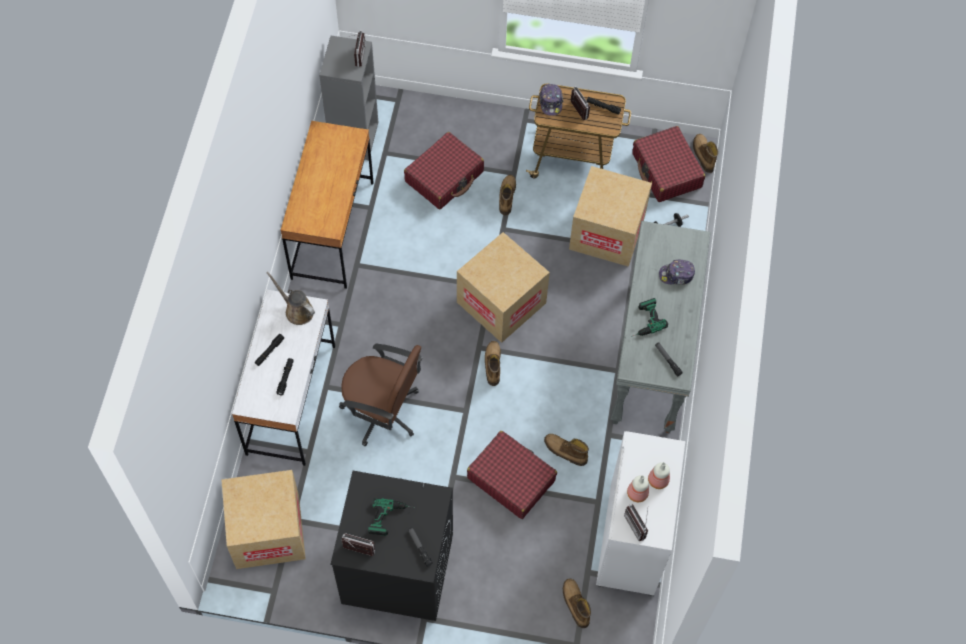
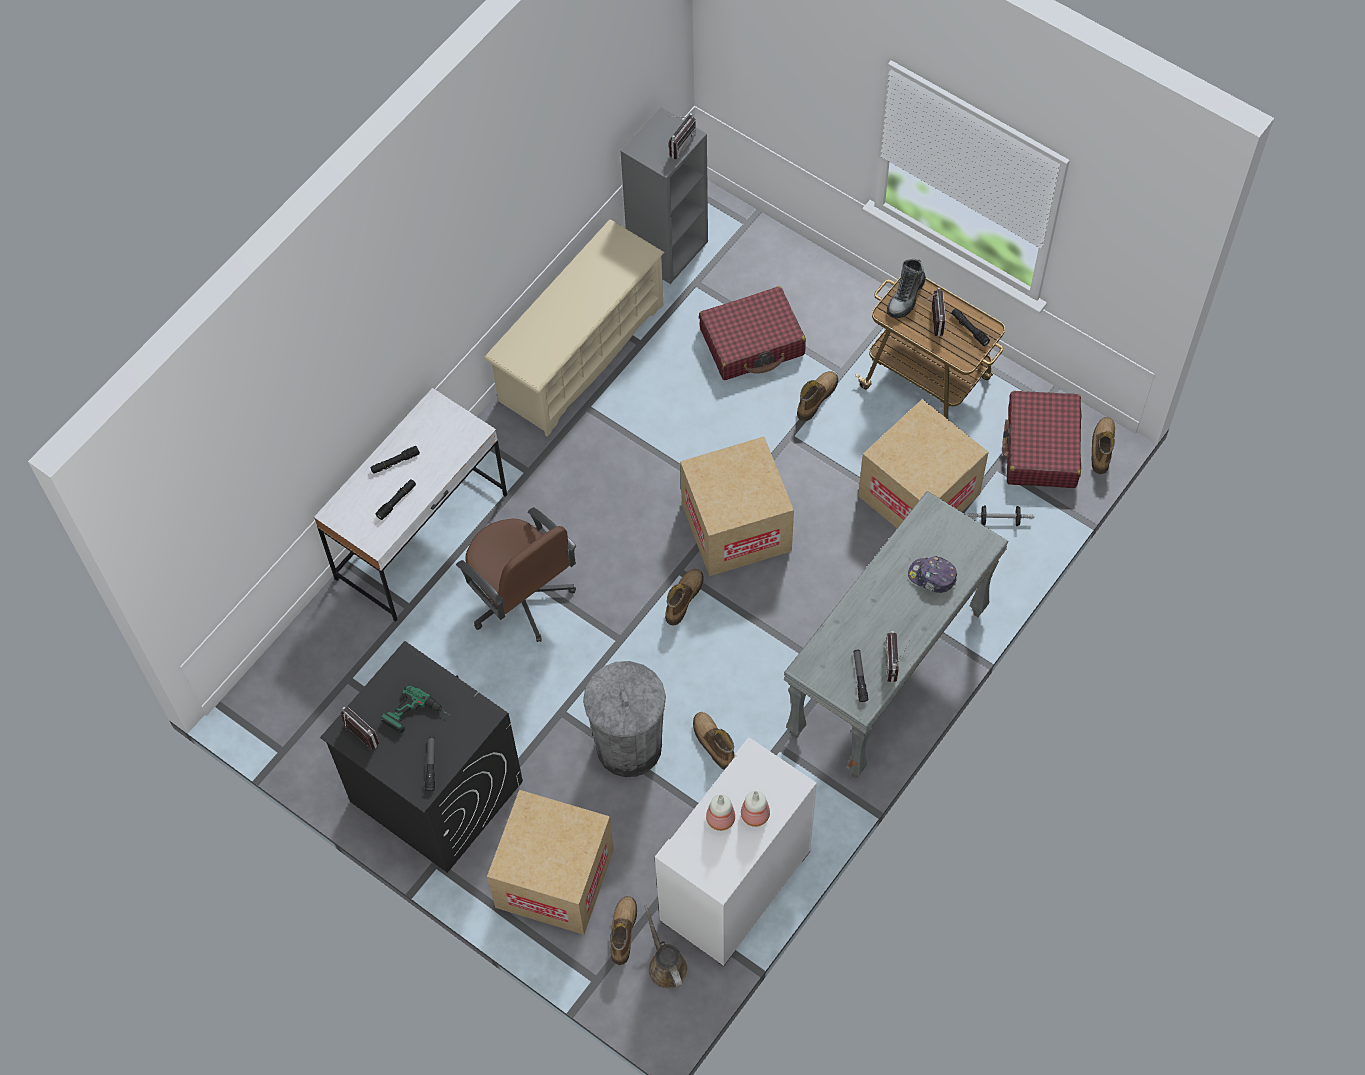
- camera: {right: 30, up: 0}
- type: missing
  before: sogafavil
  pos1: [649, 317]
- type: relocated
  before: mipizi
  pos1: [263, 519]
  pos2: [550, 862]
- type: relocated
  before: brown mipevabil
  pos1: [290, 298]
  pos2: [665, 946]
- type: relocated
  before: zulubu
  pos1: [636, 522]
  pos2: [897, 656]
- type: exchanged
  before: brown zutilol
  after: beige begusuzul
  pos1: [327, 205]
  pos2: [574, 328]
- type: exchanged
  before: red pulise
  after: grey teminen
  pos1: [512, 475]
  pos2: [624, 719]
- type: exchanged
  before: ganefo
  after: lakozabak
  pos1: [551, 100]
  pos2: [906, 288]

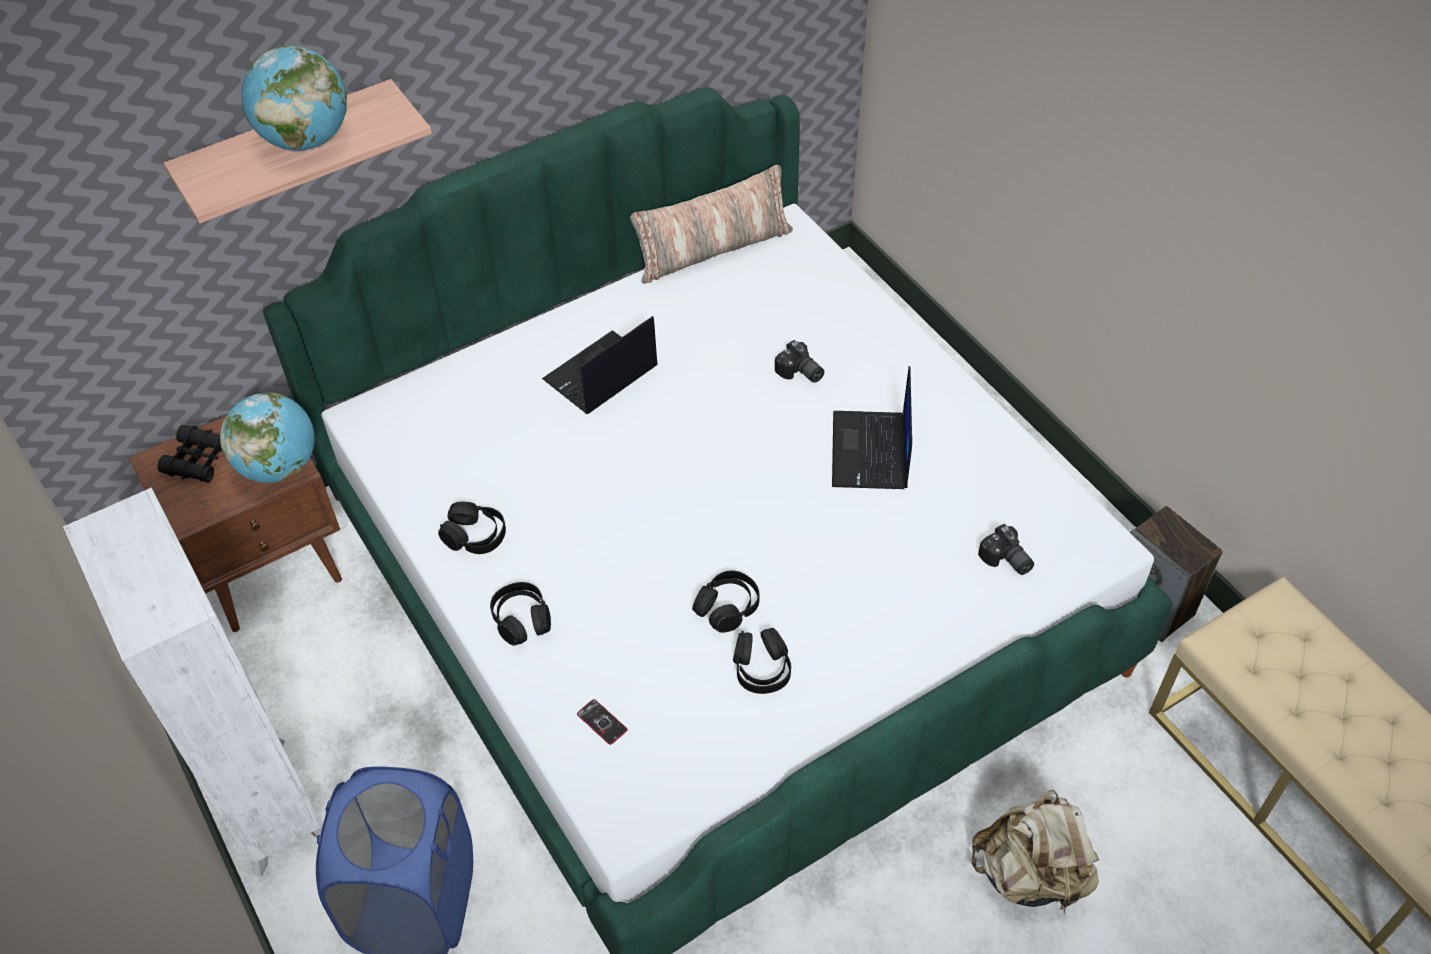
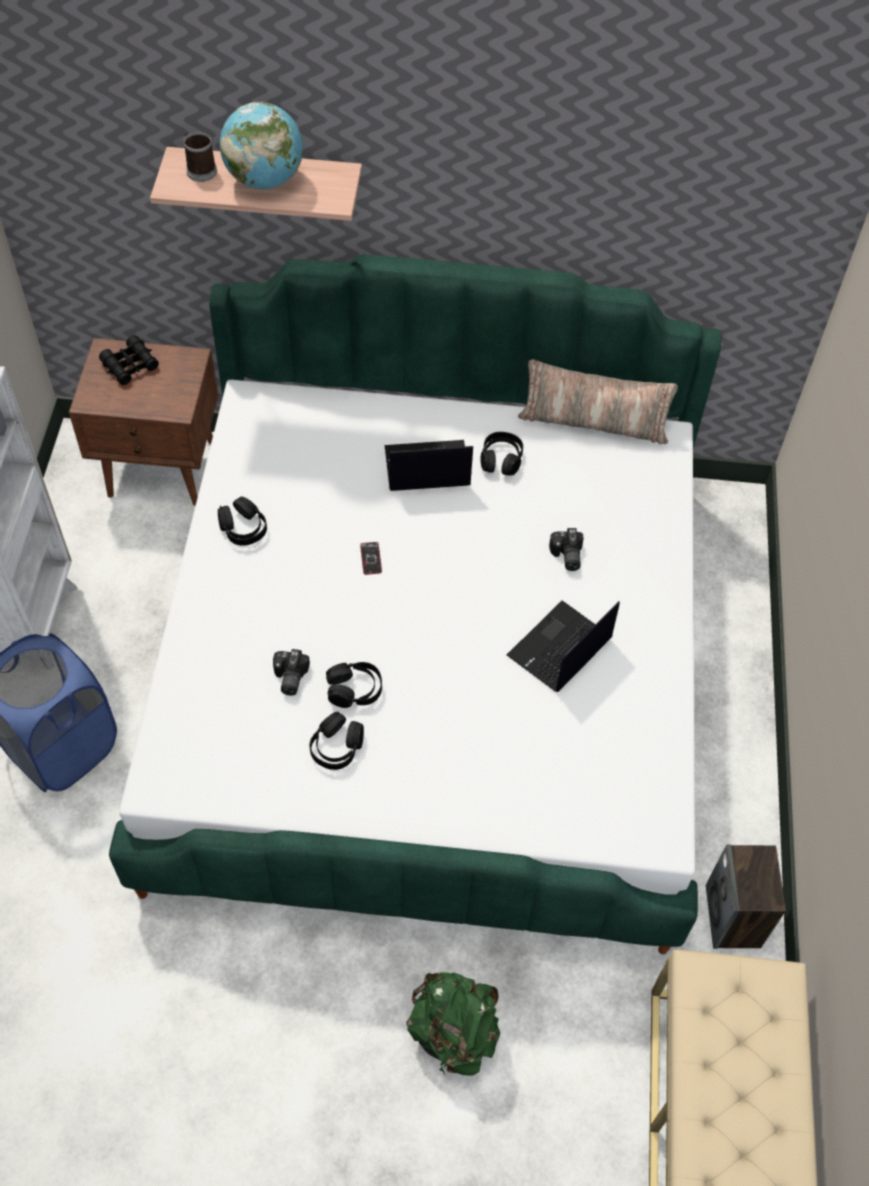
- camera: {right: 35, up: 5}
- type: missing
  before: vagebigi
  pos1: [267, 438]
- type: appeared
  after: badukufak
  pos2: [200, 156]
- type: relocated
  before: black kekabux
  pos1: [520, 614]
  pos2: [501, 454]
- type: relocated
  before: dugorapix
  pos1: [602, 722]
  pos2: [371, 558]
- type: relocated
  before: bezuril
  pos1: [1006, 549]
  pos2: [291, 672]
- type: colour
  before: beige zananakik
  after: green zananakik
  pos1: [1035, 851]
  pos2: [453, 1024]

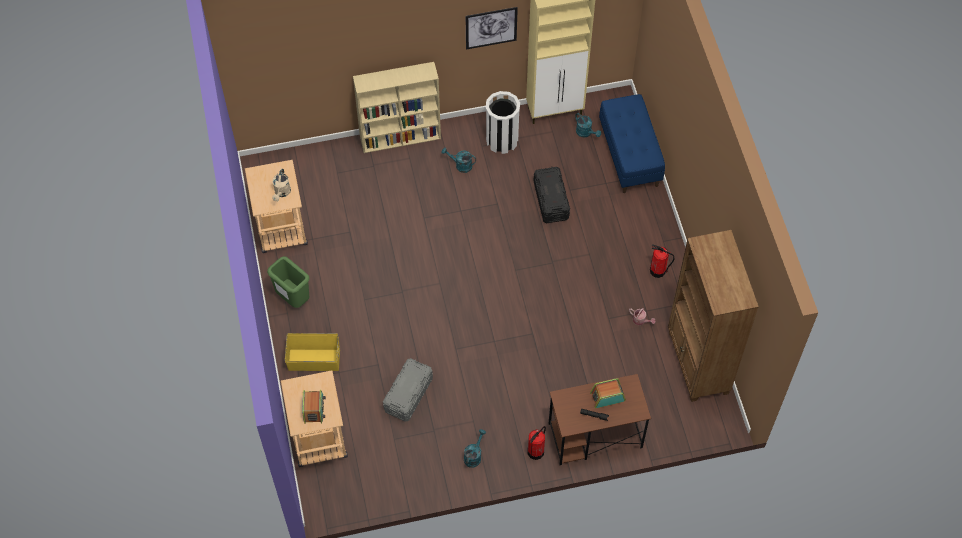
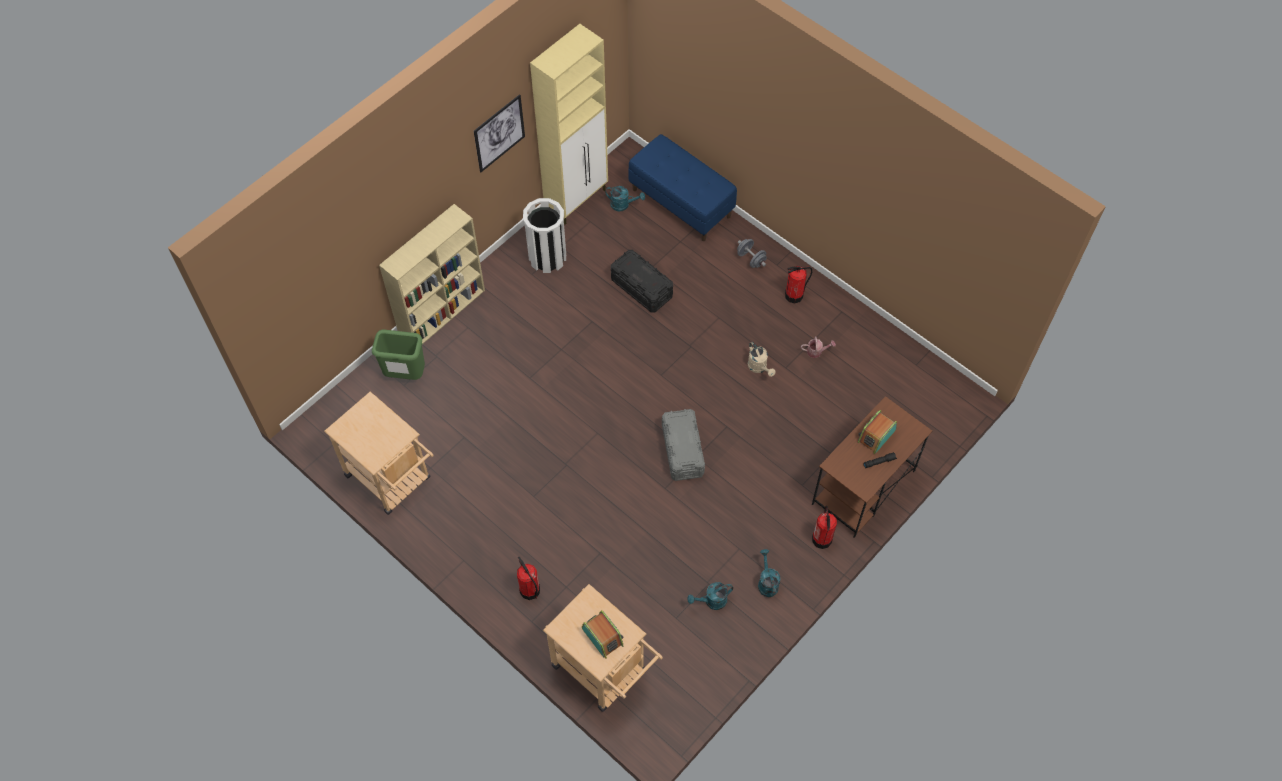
- camera: {right: -35, up: 0}
- type: missing
  before: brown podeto
  pos1: [713, 316]
- type: appeared
  after: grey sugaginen
  pos2: [752, 253]
- type: relocated
  before: green teminen
  pos1: [288, 282]
  pos2: [398, 354]
- type: relocated
  before: beige mipevabil
  pos1: [281, 185]
  pos2: [762, 359]
- type: relocated
  before: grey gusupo
  pos1: [408, 390]
  pos2: [683, 445]
- type: relocated
  before: turquoise mipevabil
  pos1: [459, 160]
  pos2: [710, 596]
- type: exchanged
  before: yellow gusupo
  after: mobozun
  pos1: [312, 352]
  pos2: [528, 578]

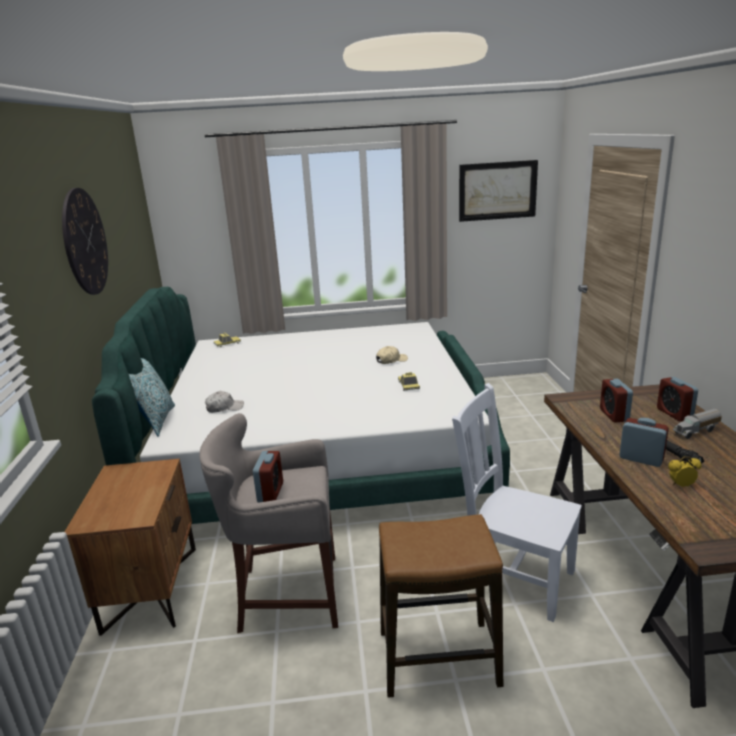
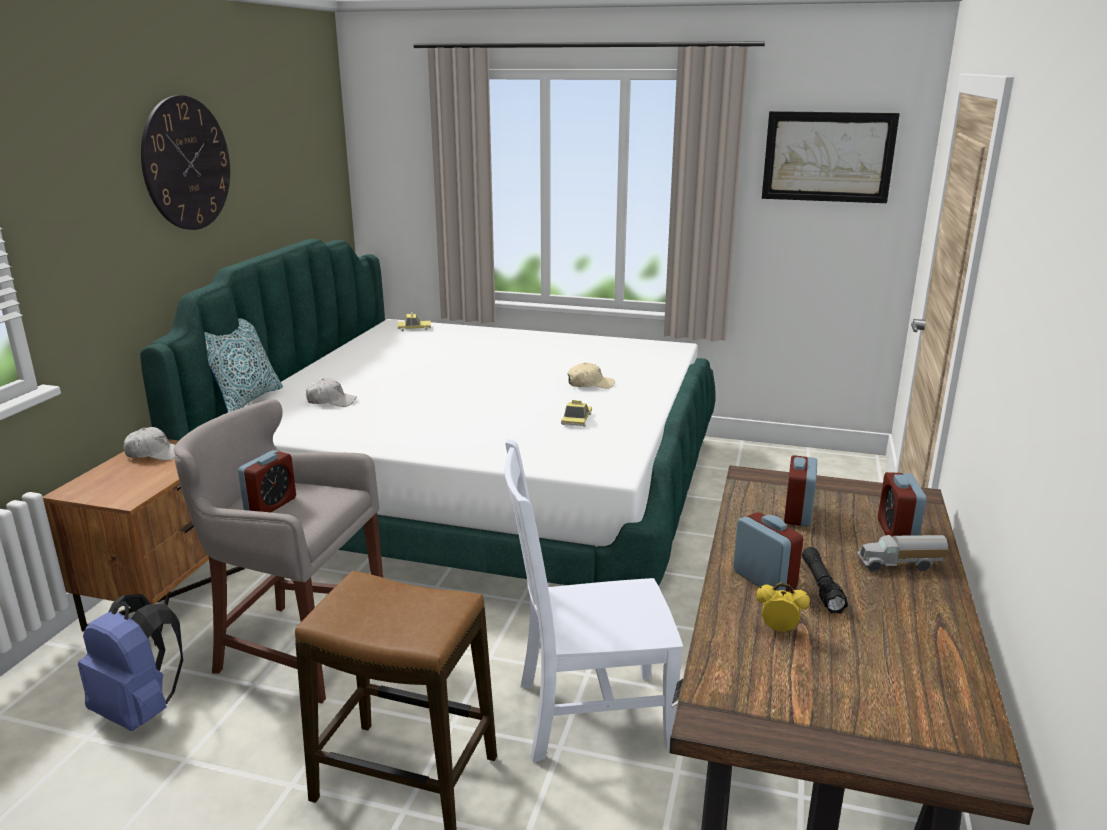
- camera: {right: 20, up: 0}
- type: appeared
  after: blue zananakik
  pos2: [130, 662]
- type: appeared
  after: white ganefo
  pos2: [149, 444]
- type: spun
  before: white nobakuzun
  pos1: [517, 502]
  pos2: [594, 600]
  turn: -60

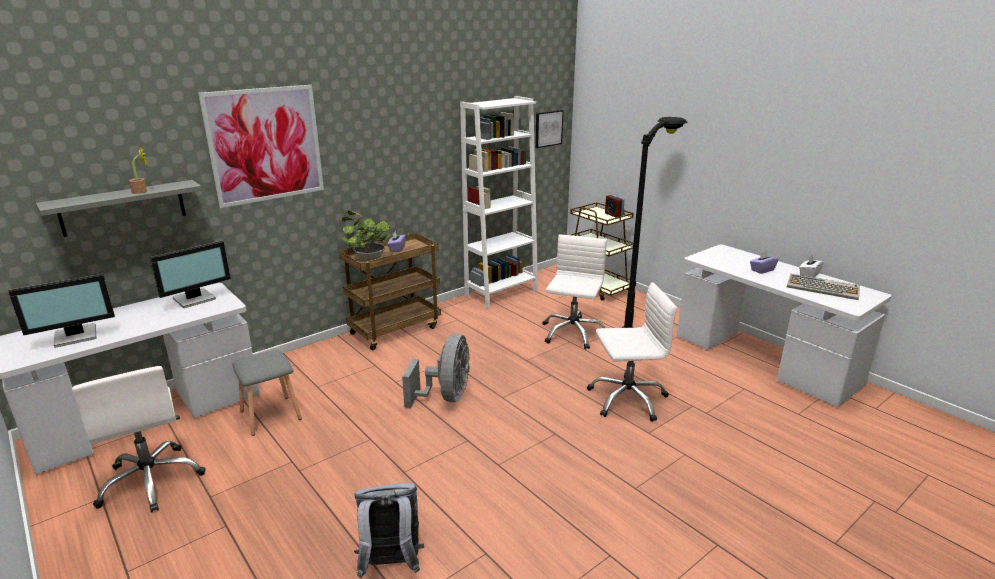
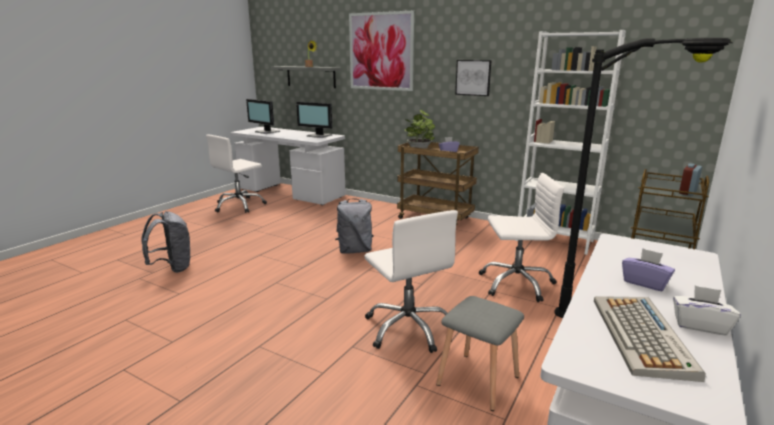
- camera: {right: 70, up: -5}
- type: relocated
  before: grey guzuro
  pos1: [267, 393]
  pos2: [480, 353]
- type: relocated
  before: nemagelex
  pos1: [549, 129]
  pos2: [473, 78]
- type: exchanged
  before: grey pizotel
  after: grey zananakik
  pos1: [436, 371]
  pos2: [354, 226]

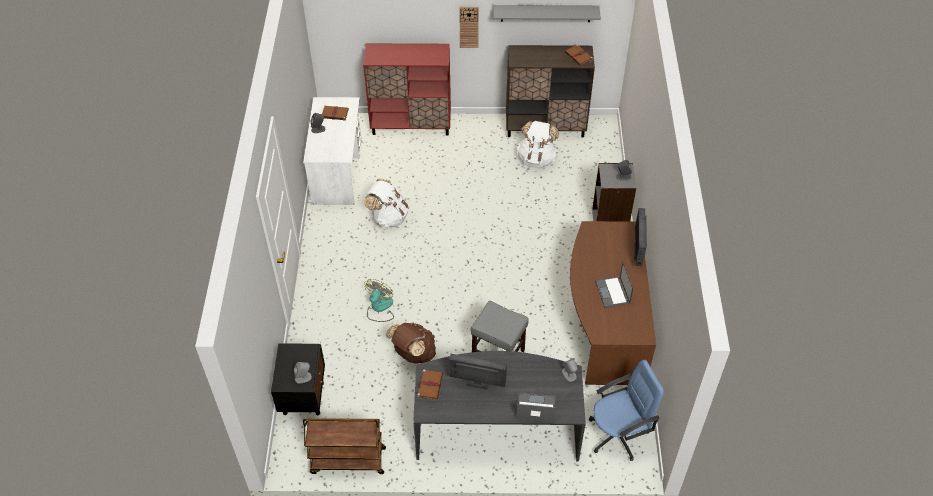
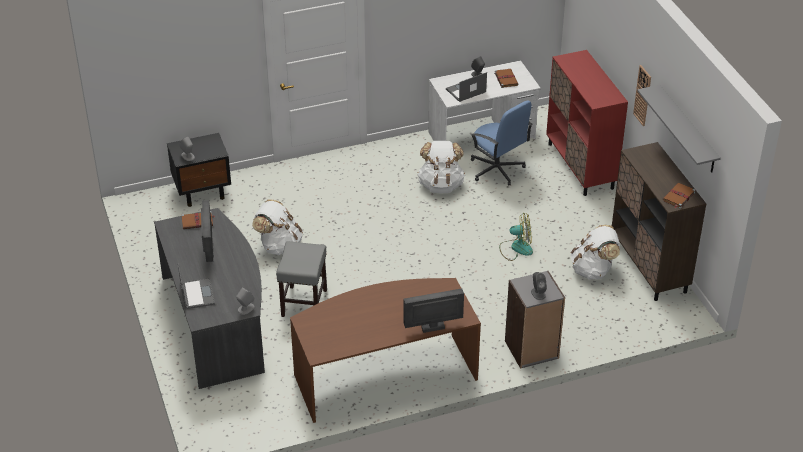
- camera: {right: 70, up: -10}
- type: missing
  before: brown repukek
  pos1: [344, 446]
- type: relocated
  before: pizotel
  pos1: [379, 300]
  pos2: [516, 237]
- type: relocated
  before: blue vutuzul
  pos1: [626, 410]
  pos2: [501, 143]
- type: relocated
  before: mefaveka
  pos1: [614, 285]
  pos2: [466, 87]
- type: colour
  before: brown zananakik
  after: white zananakik
  pos1: [410, 343]
  pos2: [277, 227]

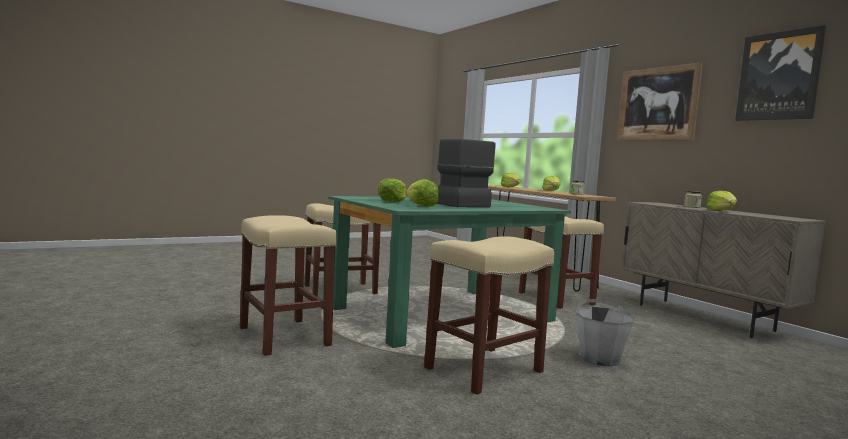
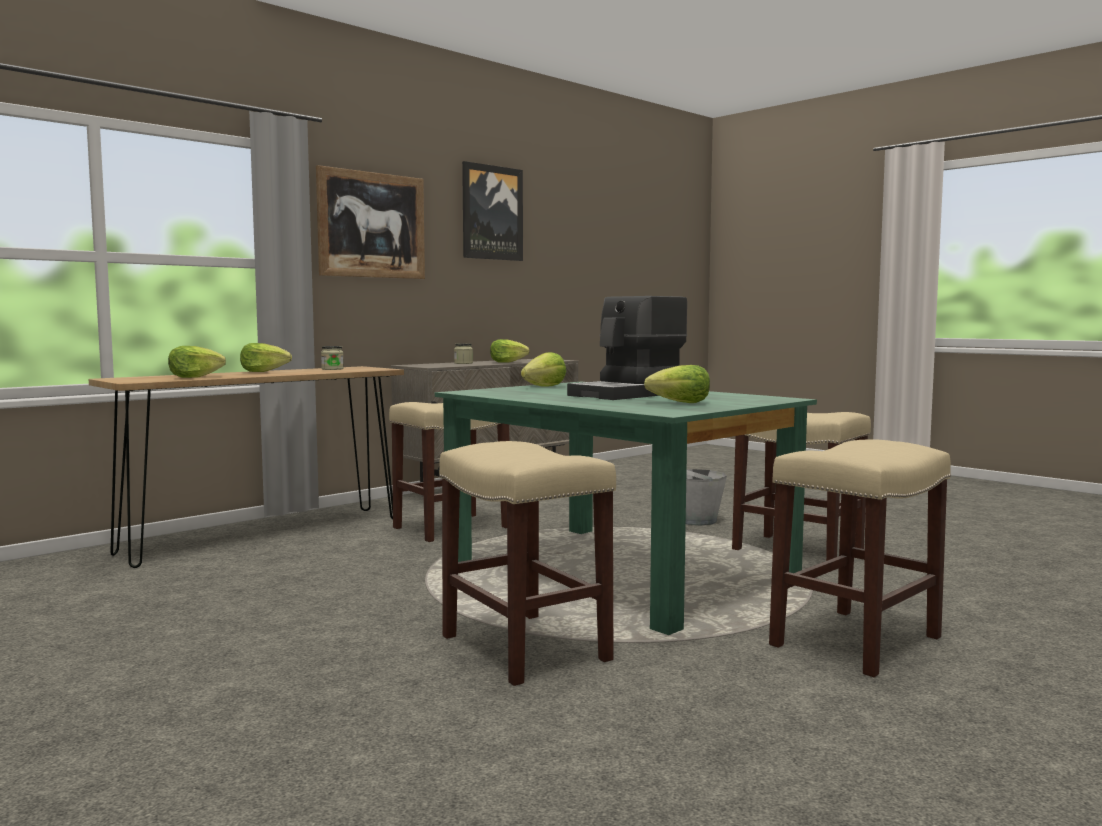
- camera: {right: -100, up: 0}
- type: relocated
  before: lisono
  pos1: [422, 193]
  pos2: [543, 369]

